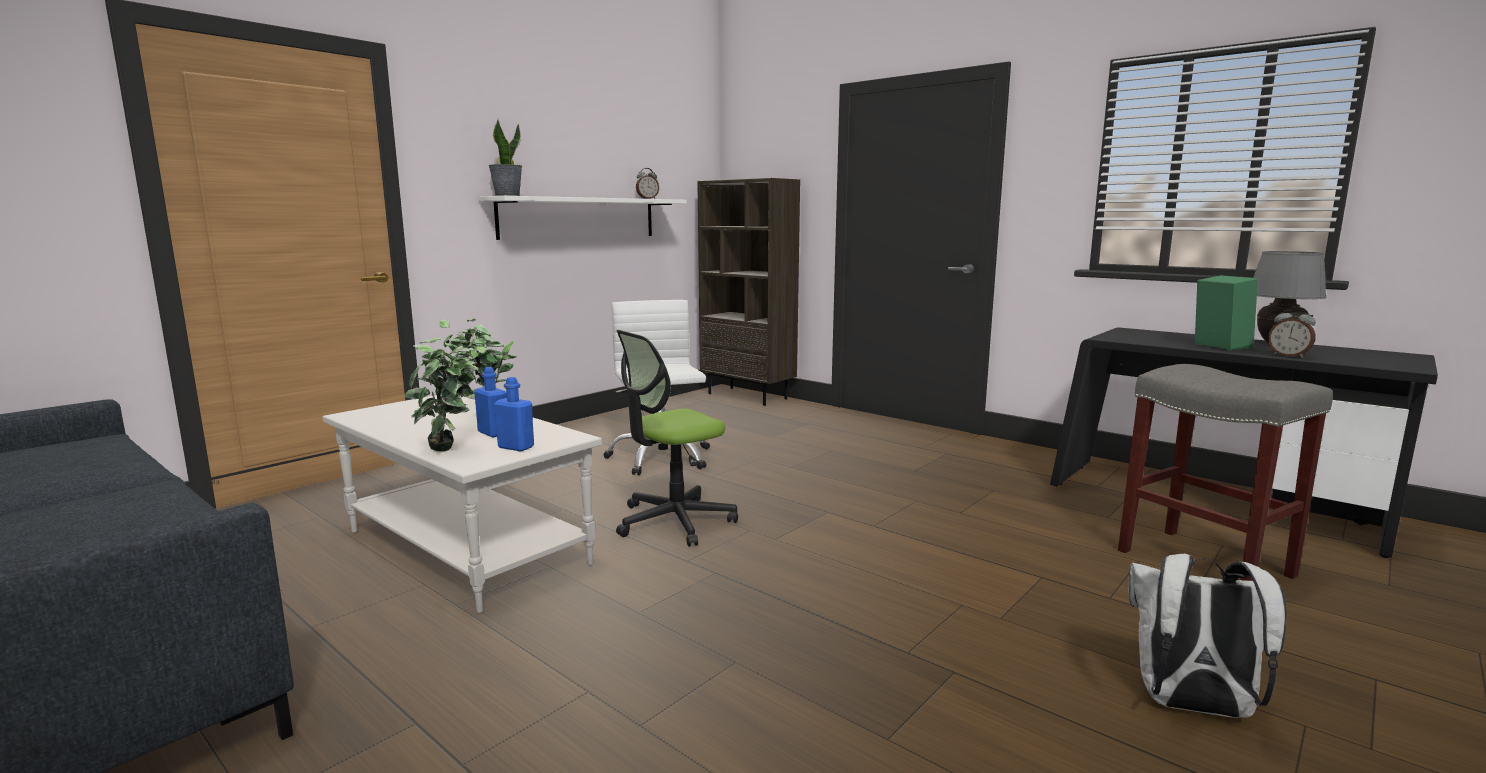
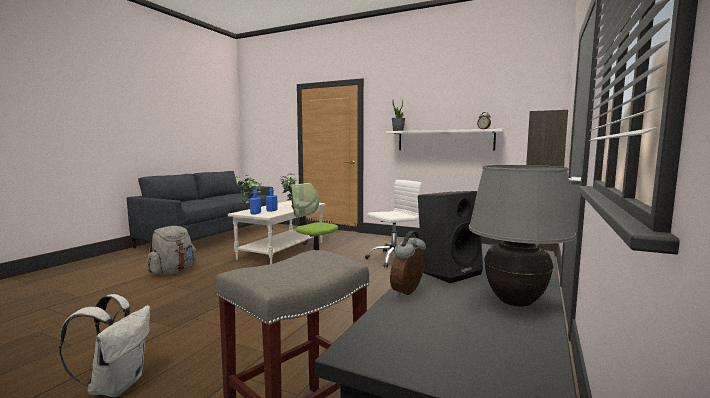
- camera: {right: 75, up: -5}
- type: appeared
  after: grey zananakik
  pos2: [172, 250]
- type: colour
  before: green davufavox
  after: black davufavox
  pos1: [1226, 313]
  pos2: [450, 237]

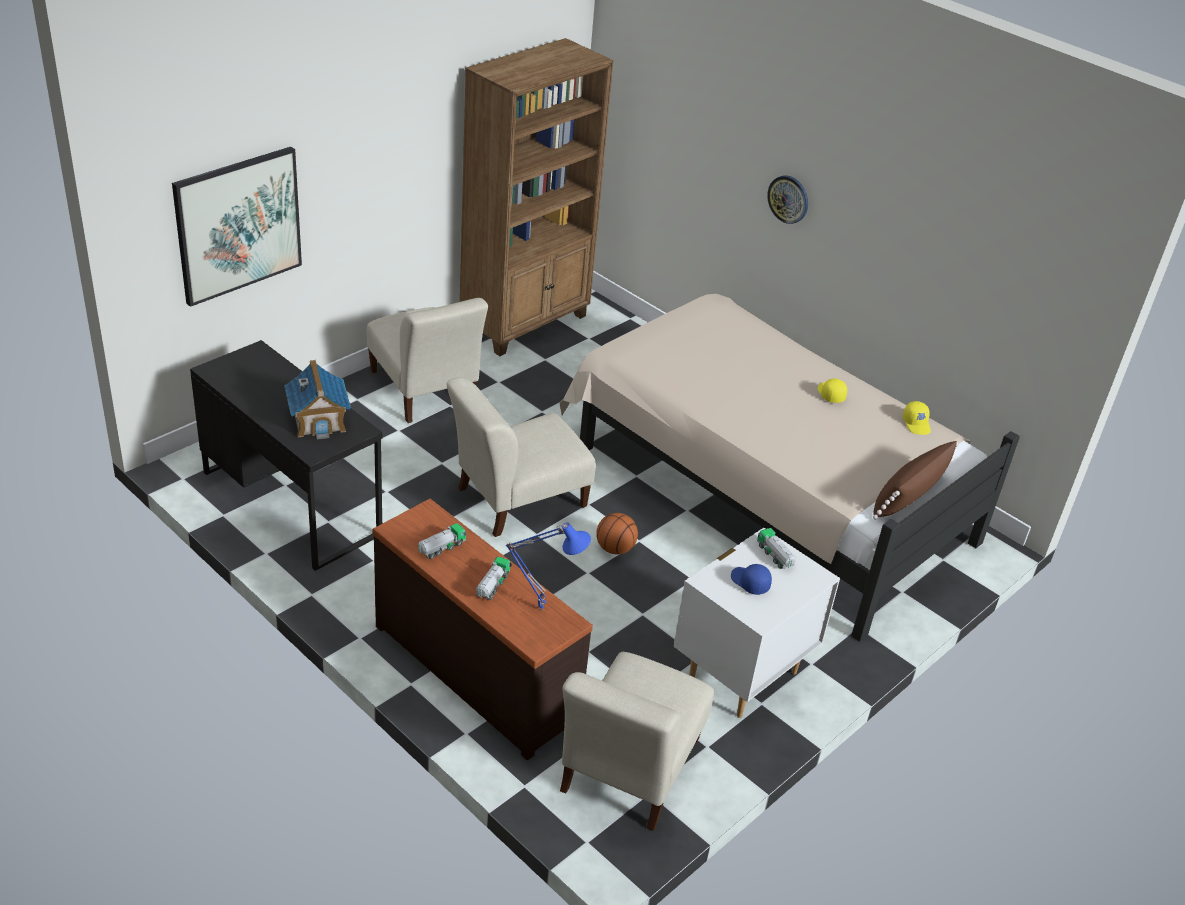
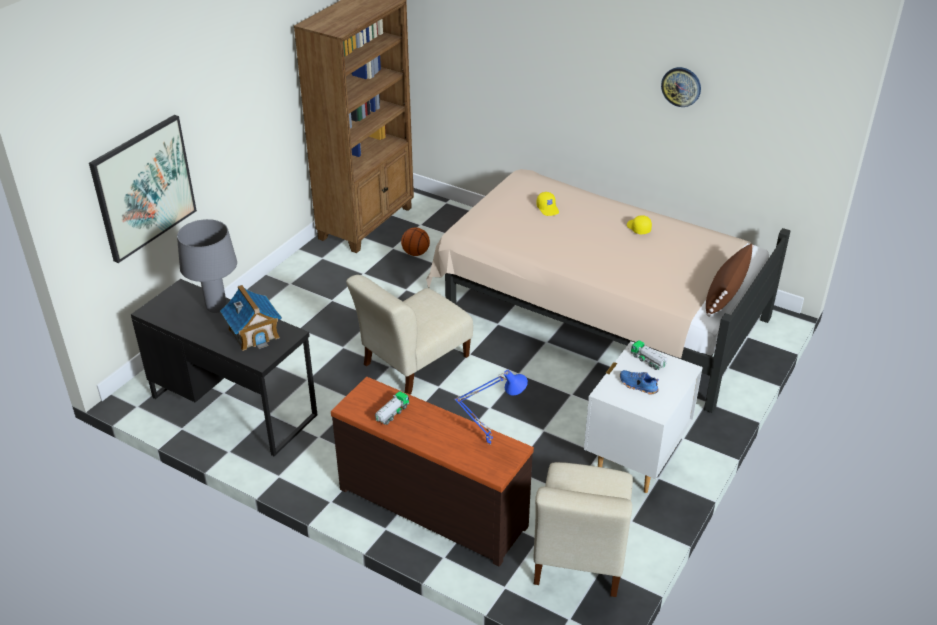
- camera: {right: -10, up: 0}
- type: missing
  before: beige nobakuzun
  pos1: [427, 360]
- type: missing
  before: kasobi
  pos1: [493, 578]
- type: appeared
  after: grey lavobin
  pos2: [207, 266]
- type: relocated
  before: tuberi
  pos1: [617, 533]
  pos2: [415, 242]
- type: relocated
  before: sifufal
  pos1: [787, 199]
  pos2: [681, 87]
- type: relocated
  before: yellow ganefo
  pos1: [917, 418]
  pos2: [547, 204]
- type: exchanged
  before: blue ganefo
  after: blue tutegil
  pos1: [751, 579]
  pos2: [639, 382]

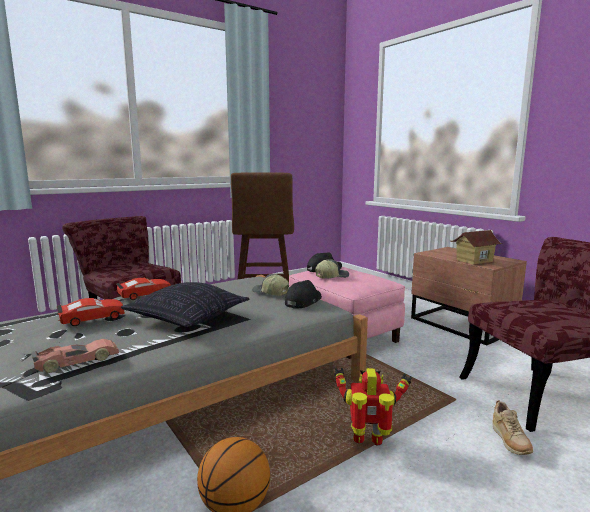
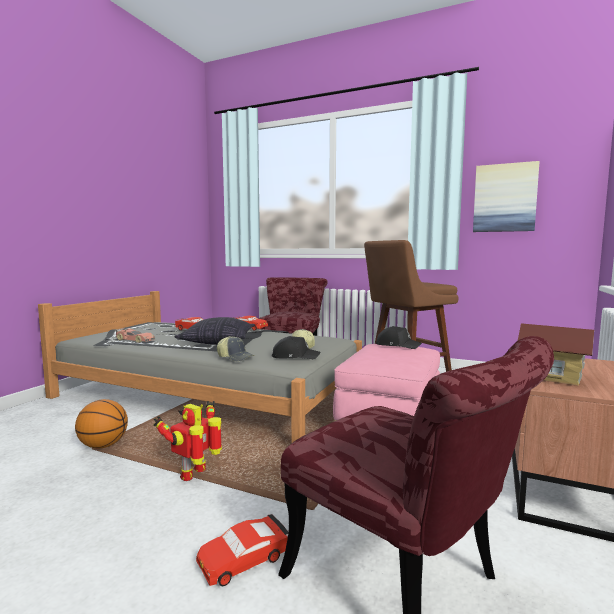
- camera: {right: 60, up: -5}
- type: appeared
  after: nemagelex
  pos2: [506, 196]
- type: relocated
  before: ganefo
  pos1: [332, 269]
  pos2: [236, 349]
- type: exchanged
  before: beige tutegil
  after: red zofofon
  pos1: [512, 427]
  pos2: [242, 550]
- type: spun
  before: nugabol
  pos1: [373, 406]
  pos2: [187, 441]
  turn: -120

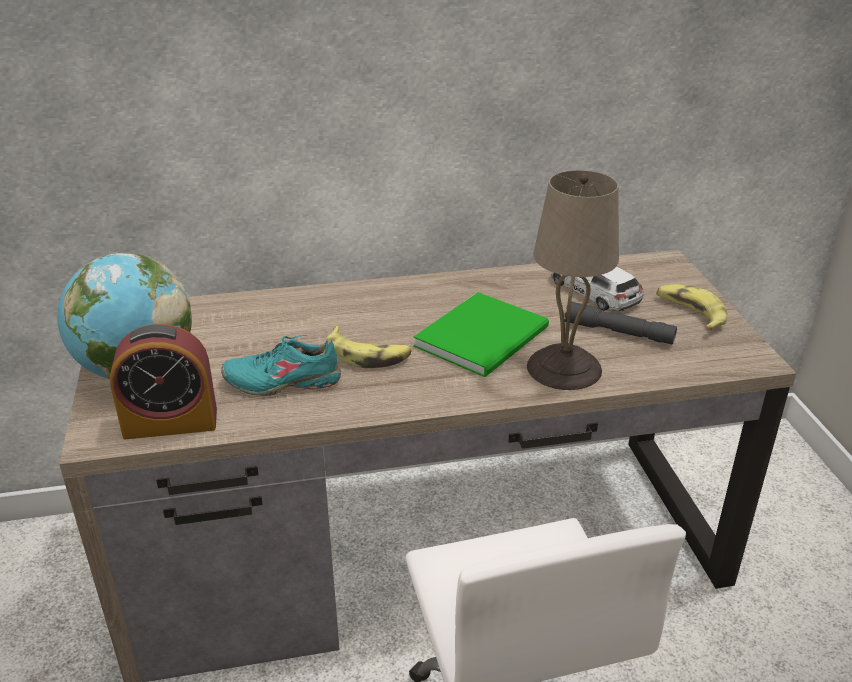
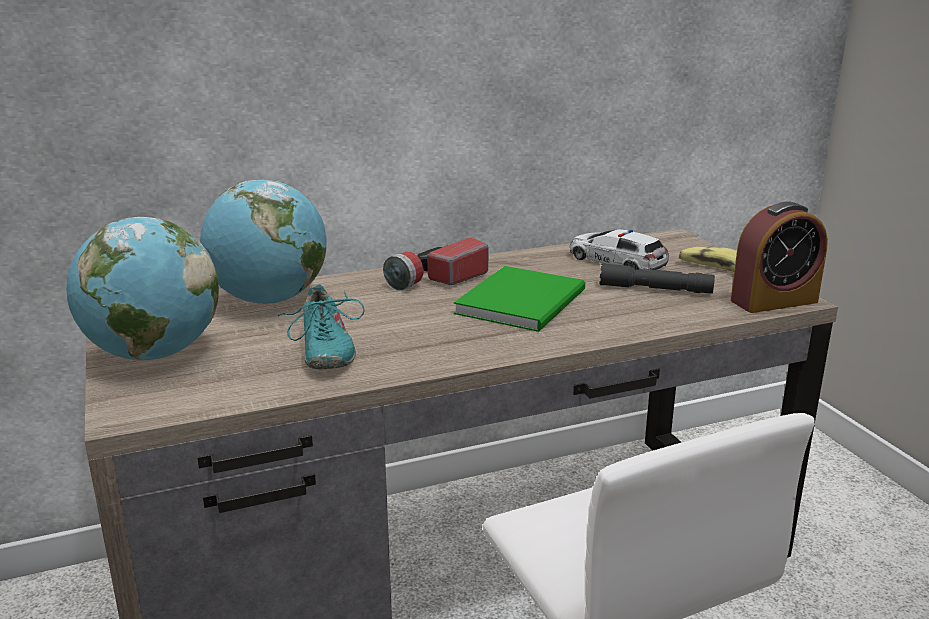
- camera: {right: -10, up: -10}
- type: missing
  before: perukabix
  pos1: [369, 347]
- type: missing
  before: beige lavobin
  pos1: [573, 280]
- type: appeared
  after: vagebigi
  pos2: [263, 242]
- type: appeared
  after: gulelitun
  pos2: [435, 264]
- type: relocated
  before: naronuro
  pos1: [163, 381]
  pos2: [779, 257]
- type: spun
  before: turquoise tutegil
  pos1: [281, 365]
  pos2: [321, 326]
  turn: -90

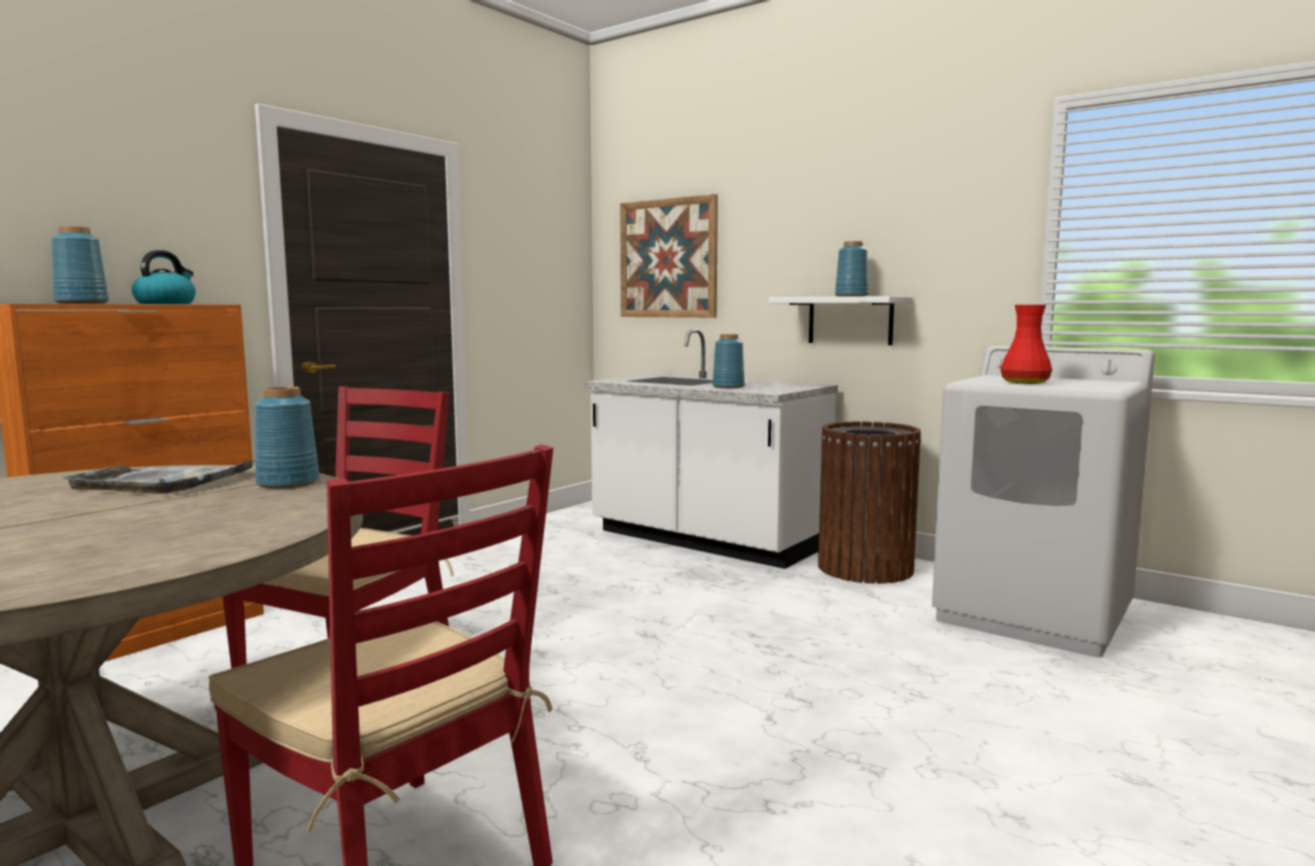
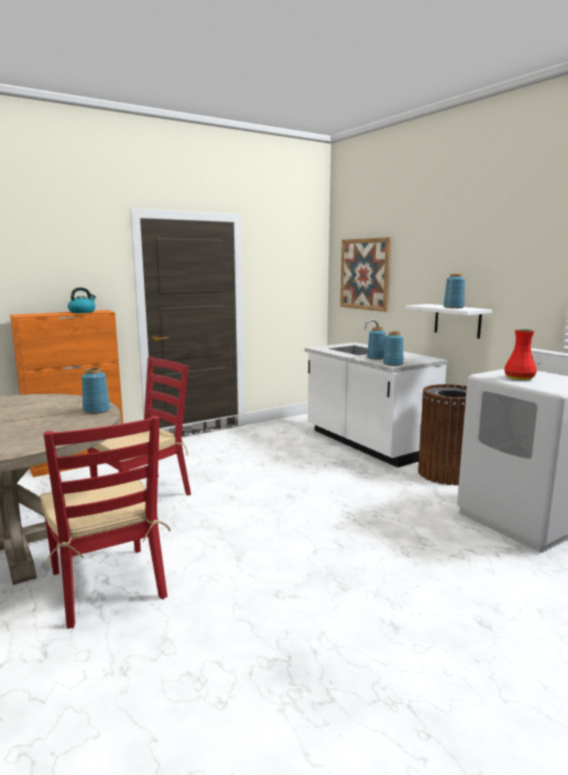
- camera: {right: 20, up: 5}
- type: missing
  before: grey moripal
  pos1: [159, 477]
- type: relocated
  before: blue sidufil
  pos1: [80, 265]
  pos2: [393, 348]

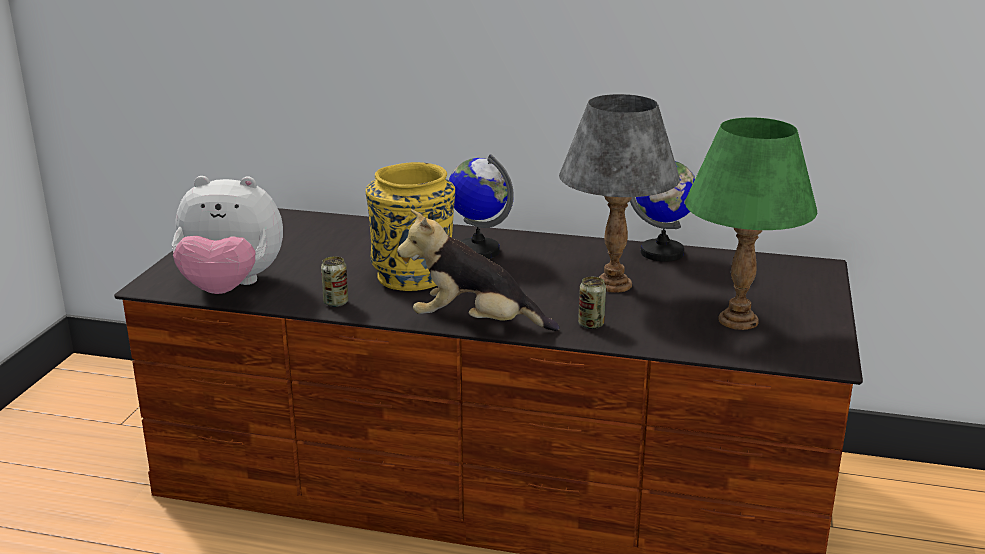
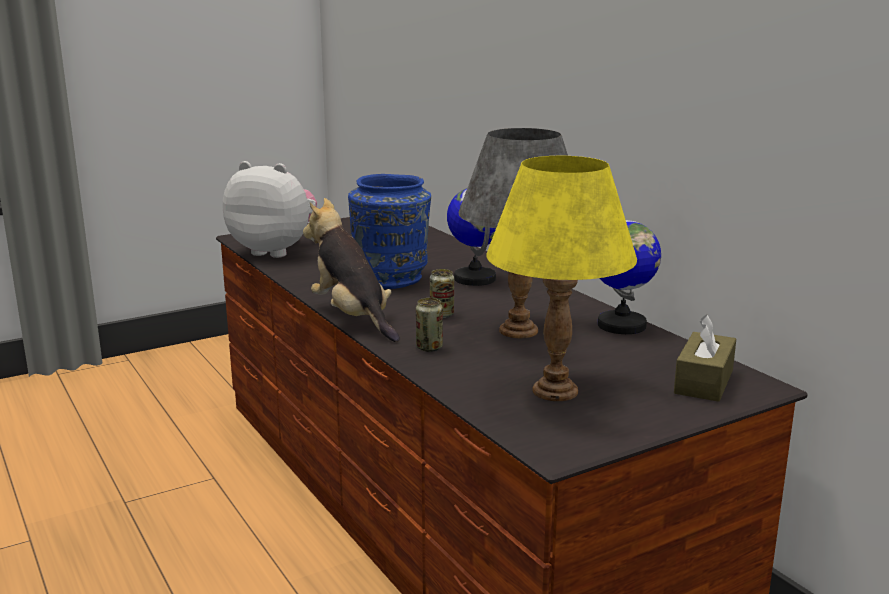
- camera: {right: 45, up: -5}
- type: appeared
  after: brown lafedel
  pos2: [705, 358]
- type: relocated
  before: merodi
  pos1: [334, 282]
  pos2: [442, 293]
- type: colour
  before: yellow sidufil
  after: blue sidufil
  pos1: [410, 226]
  pos2: [389, 231]
- type: colour
  before: green lavobin
  after: yellow lavobin
  pos1: [751, 223]
  pos2: [562, 278]
- type: spun
  before: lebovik
  pos1: [227, 235]
  pos2: [270, 209]
  turn: 150

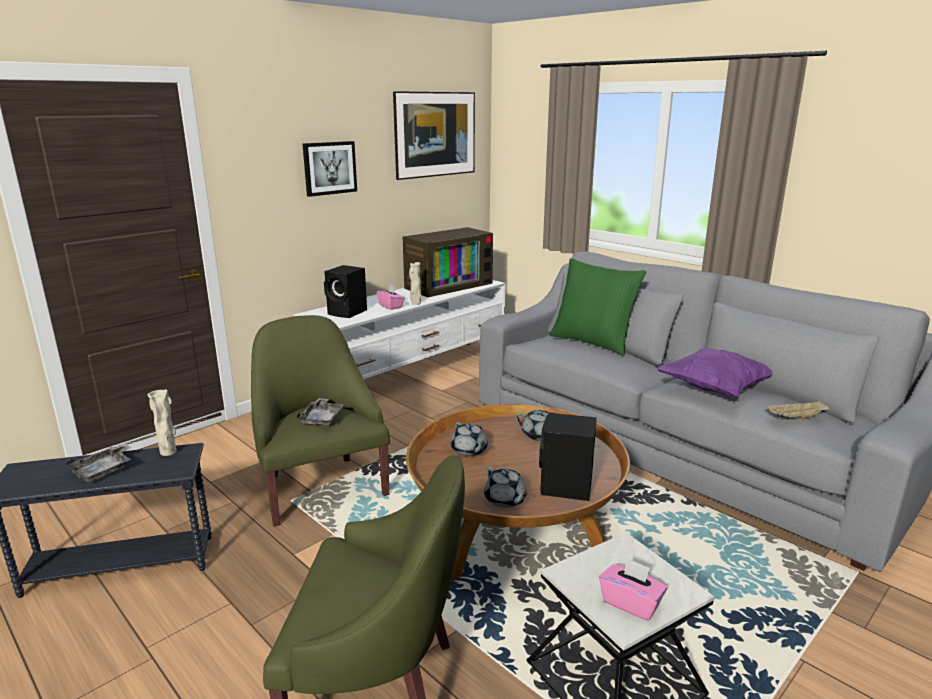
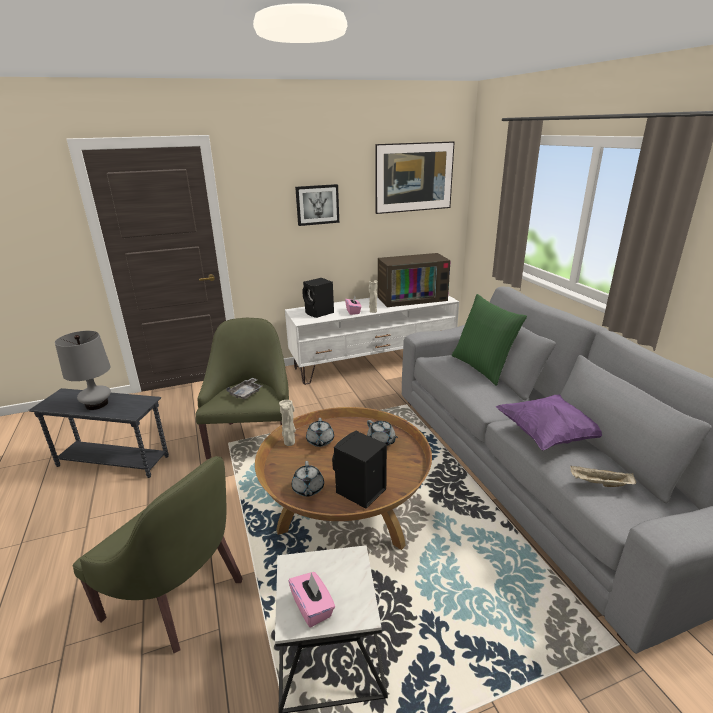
- camera: {right: 25, up: 5}
- type: relocated
  before: beige sidufil
  pos1: [162, 422]
  pos2: [287, 423]
- type: exchanged
  before: grey moripal
  after: grey lavobin
  pos1: [98, 463]
  pos2: [83, 370]

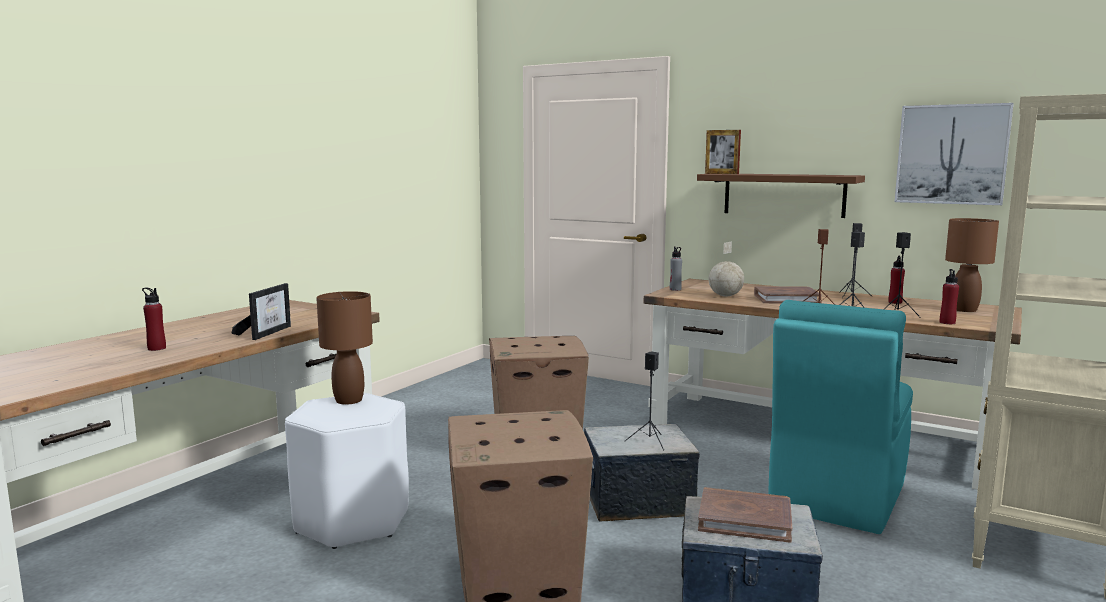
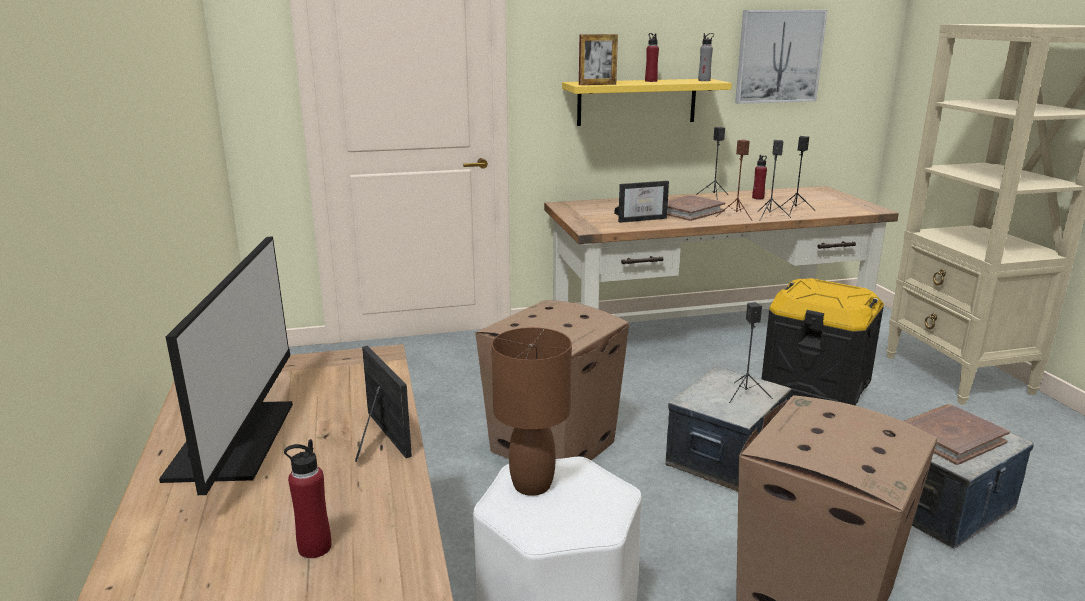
- camera: {right: -45, up: 10}
- type: missing
  before: brown lavobin
  pos1: [972, 265]
- type: appeared
  after: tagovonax
  pos2: [226, 366]
- type: relocated
  before: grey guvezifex
  pos1: [676, 269]
  pos2: [706, 57]
- type: relocated
  before: red guvezifex
  pos1: [949, 296]
  pos2: [652, 57]
- type: exchanged
  before: vagebigi
  after: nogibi
  pos1: [726, 269]
  pos2: [641, 202]
- type: exchanged
  before: turquoise nobakuzun
  after: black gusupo
  pos1: [840, 417]
  pos2: [823, 341]
- type: colour
  before: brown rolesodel
  after: yellow rolesodel
  pos1: [781, 196]
  pos2: [647, 102]

